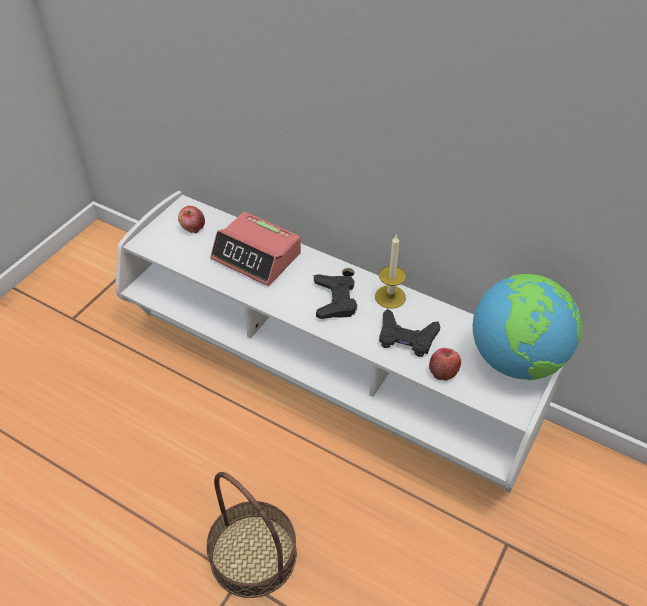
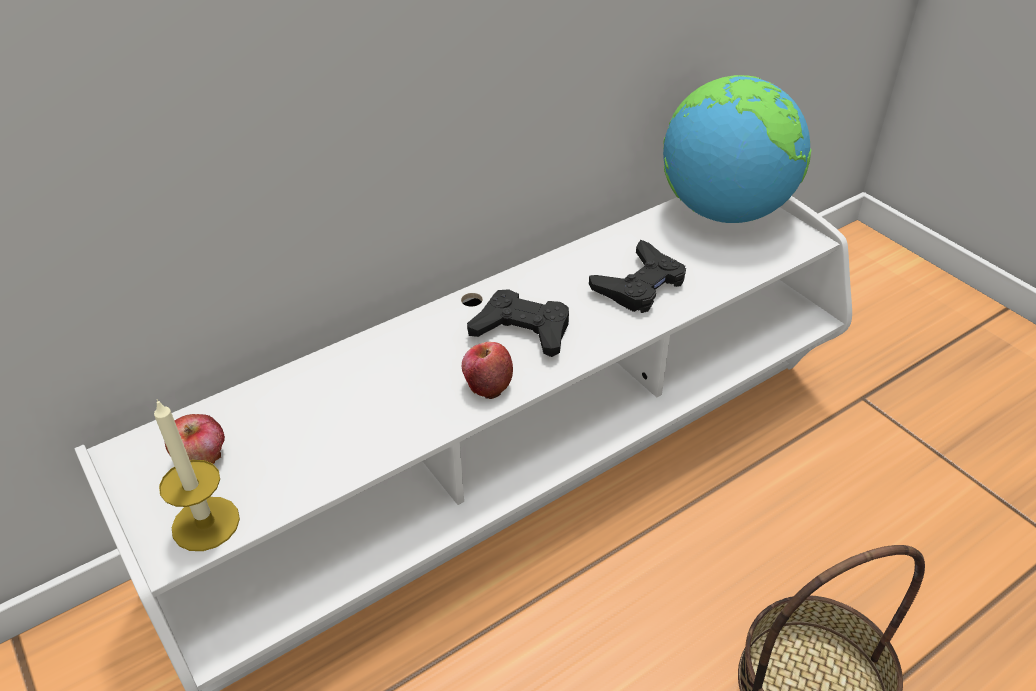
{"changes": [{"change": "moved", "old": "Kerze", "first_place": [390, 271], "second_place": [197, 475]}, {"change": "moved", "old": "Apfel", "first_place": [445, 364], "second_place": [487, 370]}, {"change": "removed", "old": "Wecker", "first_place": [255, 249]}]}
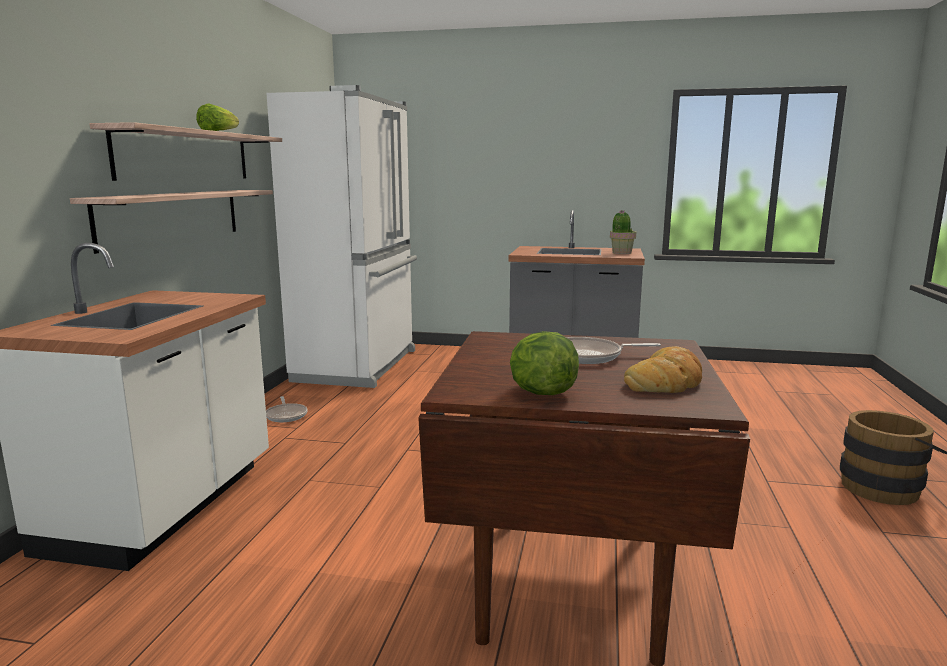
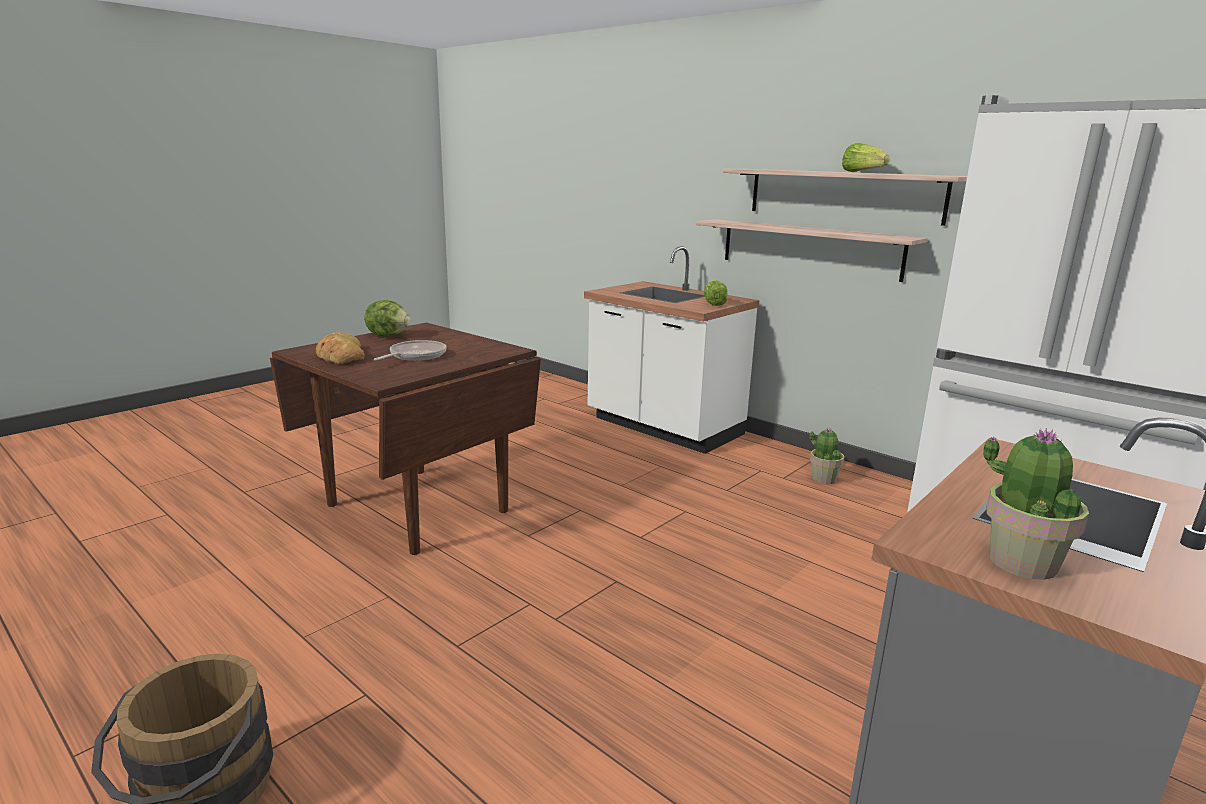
{"changes": [{"change": "added", "new": "Salatkopf", "second_place": [716, 293]}, {"change": "replaced", "old": "Pfanne", "new": "Topfpflanze", "first_place": [287, 409], "second_place": [826, 456]}]}
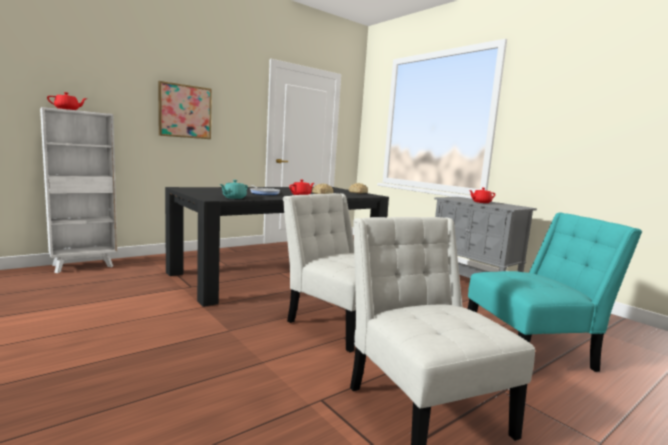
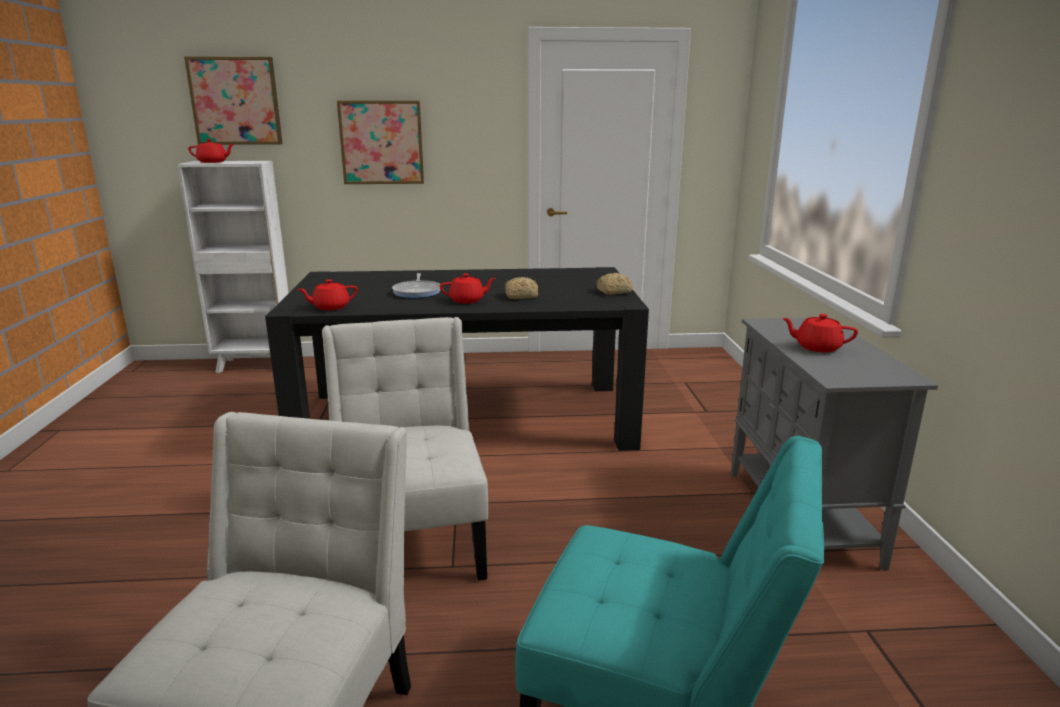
{"changes": [{"change": "added", "new": "Bild", "second_place": [233, 100]}, {"change": "recoloured", "old": "Teekanne/türkis", "new": "Teekanne/rot", "first_place": [234, 189], "second_place": [328, 295]}]}
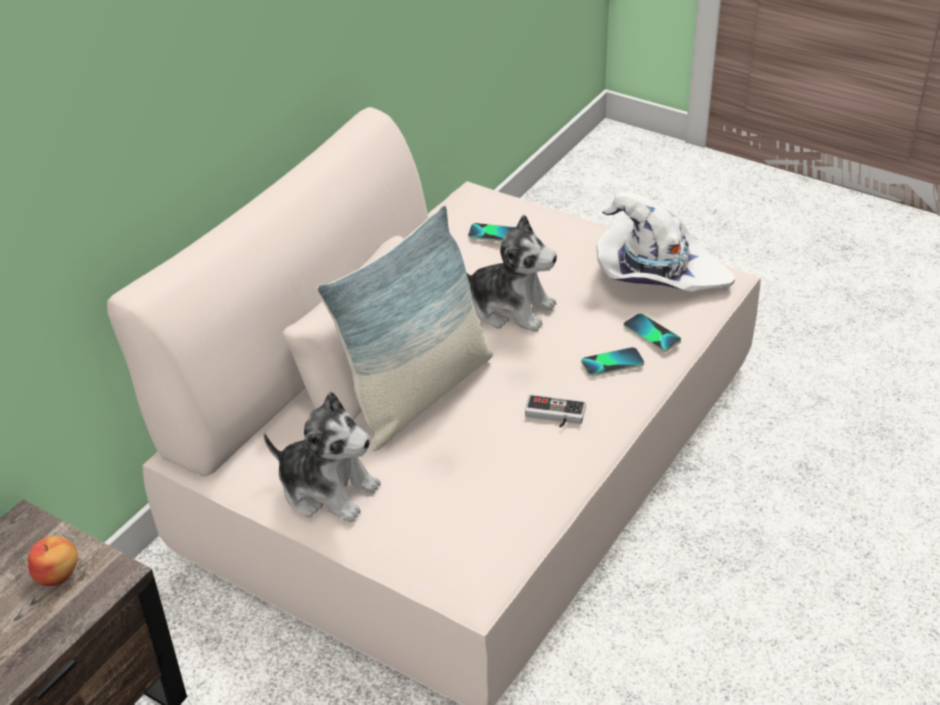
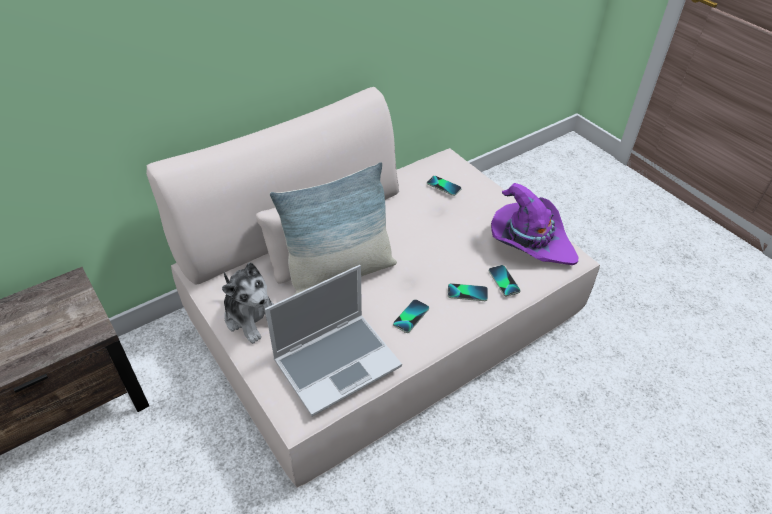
{"changes": [{"change": "added", "new": "Laptop", "second_place": [333, 341]}, {"change": "replaced", "old": "Gamepad", "new": "Handy", "first_place": [555, 411], "second_place": [411, 316]}, {"change": "recoloured", "old": "Hut/weiß", "new": "Hut/lila", "first_place": [666, 242], "second_place": [534, 224]}, {"change": "removed", "old": "Apfel", "first_place": [53, 561]}, {"change": "removed", "old": "Plüschtier", "first_place": [512, 273]}]}
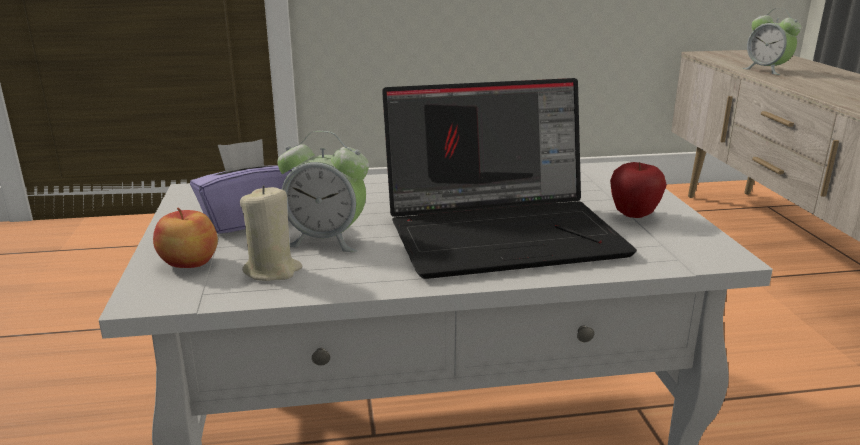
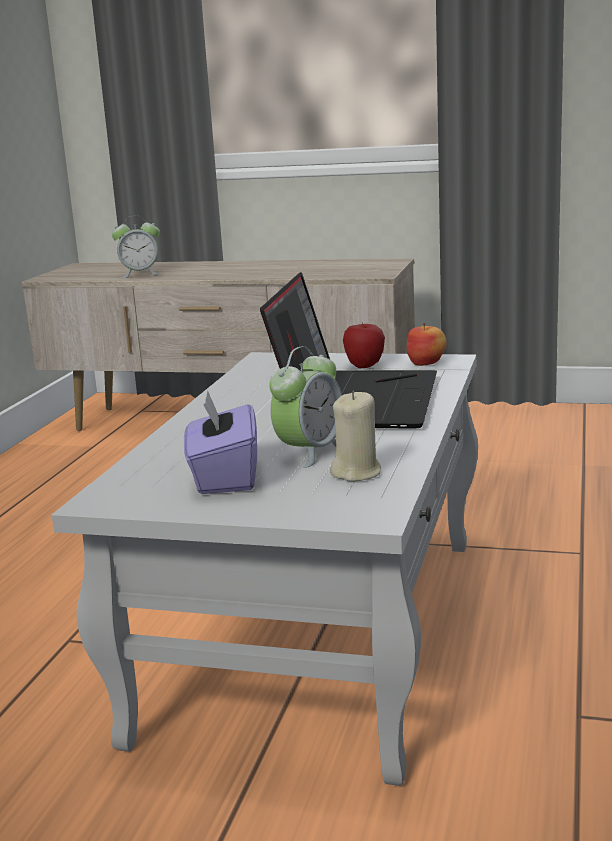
{"changes": [{"change": "moved", "old": "Apfel", "first_place": [185, 238], "second_place": [427, 344]}]}
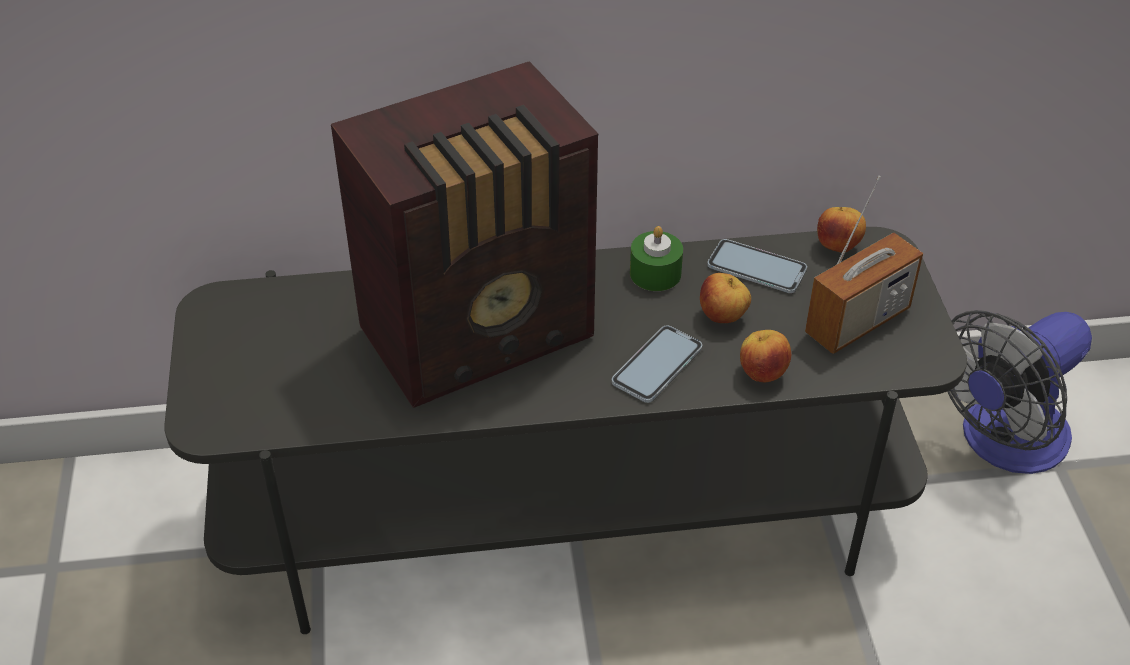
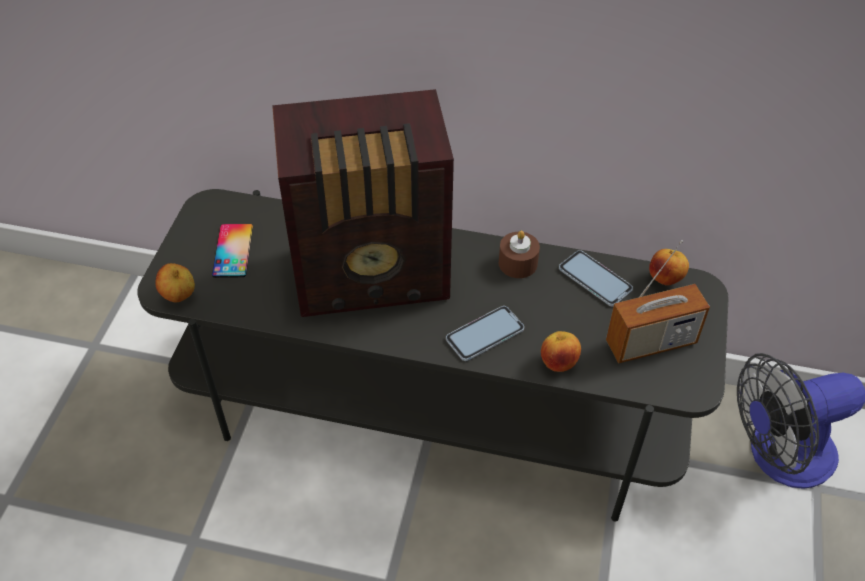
{"changes": [{"change": "moved", "old": "Apfel", "first_place": [725, 298], "second_place": [175, 282]}, {"change": "added", "new": "Handy", "second_place": [232, 251]}, {"change": "recoloured", "old": "Kerze/grün", "new": "Kerze/braun", "first_place": [656, 258], "second_place": [519, 254]}]}
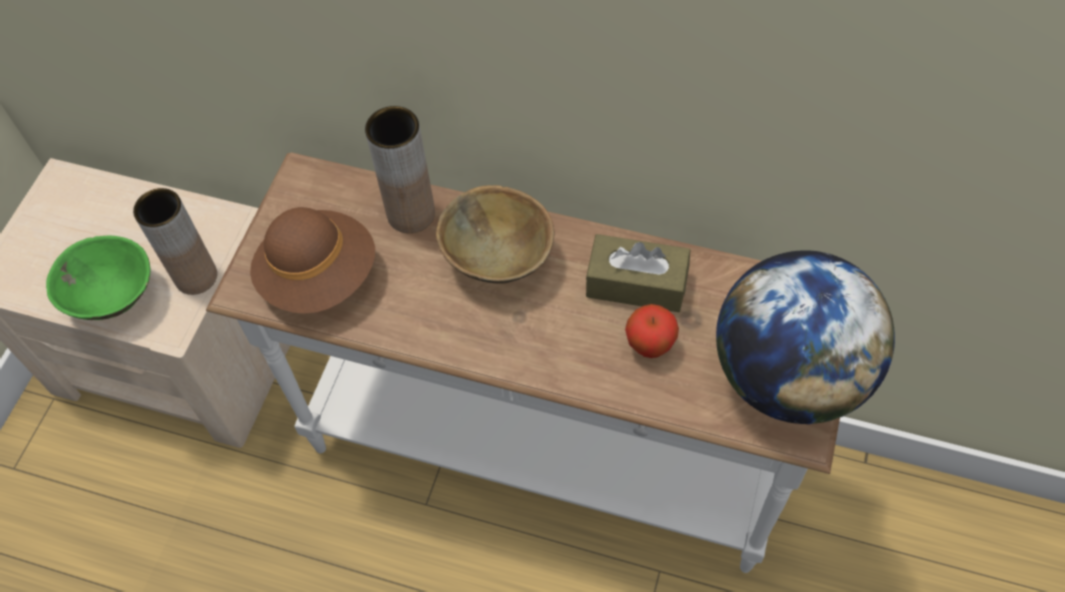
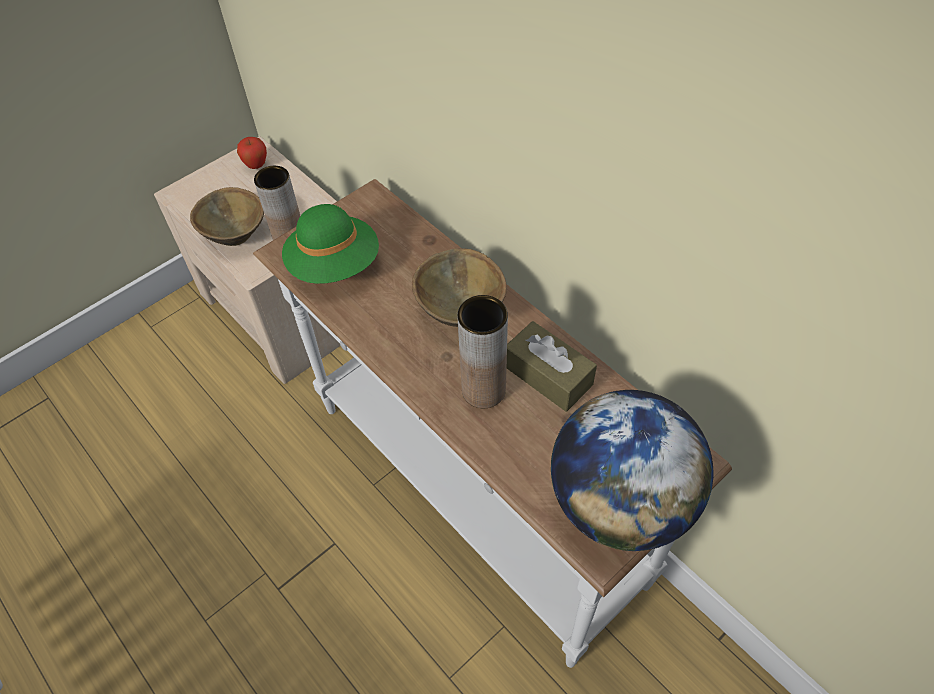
{"changes": [{"change": "recoloured", "old": "Schüssel/grün", "new": "Schüssel/braun", "first_place": [98, 278], "second_place": [227, 216]}, {"change": "moved", "old": "Apfel", "first_place": [652, 331], "second_place": [252, 153]}, {"change": "recoloured", "old": "Hut/braun", "new": "Hut/grün", "first_place": [312, 260], "second_place": [330, 244]}, {"change": "moved", "old": "Vase/braun", "first_place": [400, 169], "second_place": [482, 351]}]}
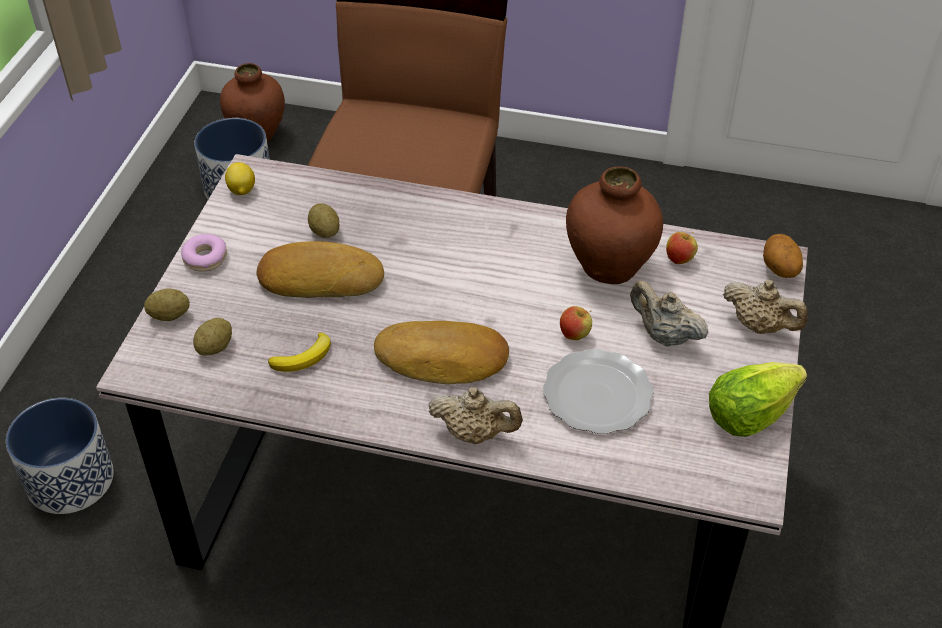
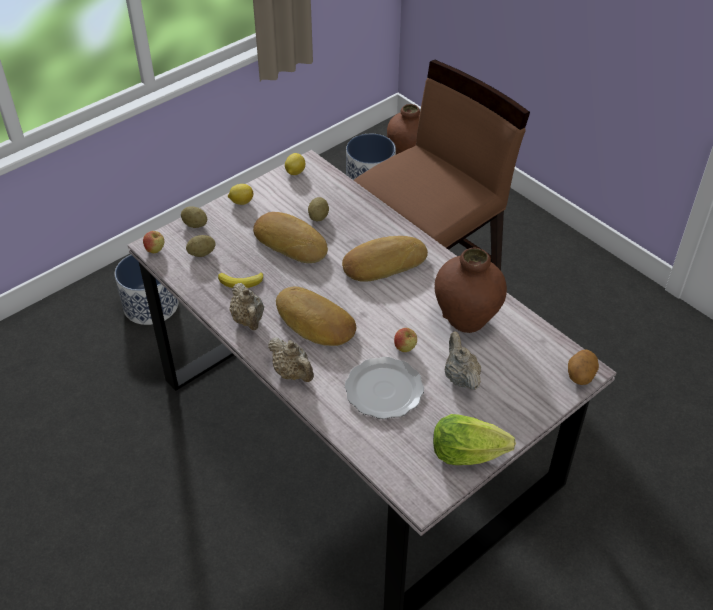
{"changes": [{"change": "moved", "old": "Apfel", "first_place": [682, 248], "second_place": [153, 242]}, {"change": "replaced", "old": "Donut", "new": "Zitrone", "first_place": [204, 253], "second_place": [240, 194]}, {"change": "moved", "old": "Teekanne/beige", "first_place": [765, 306], "second_place": [246, 306]}, {"change": "added", "new": "Brot", "second_place": [385, 259]}]}
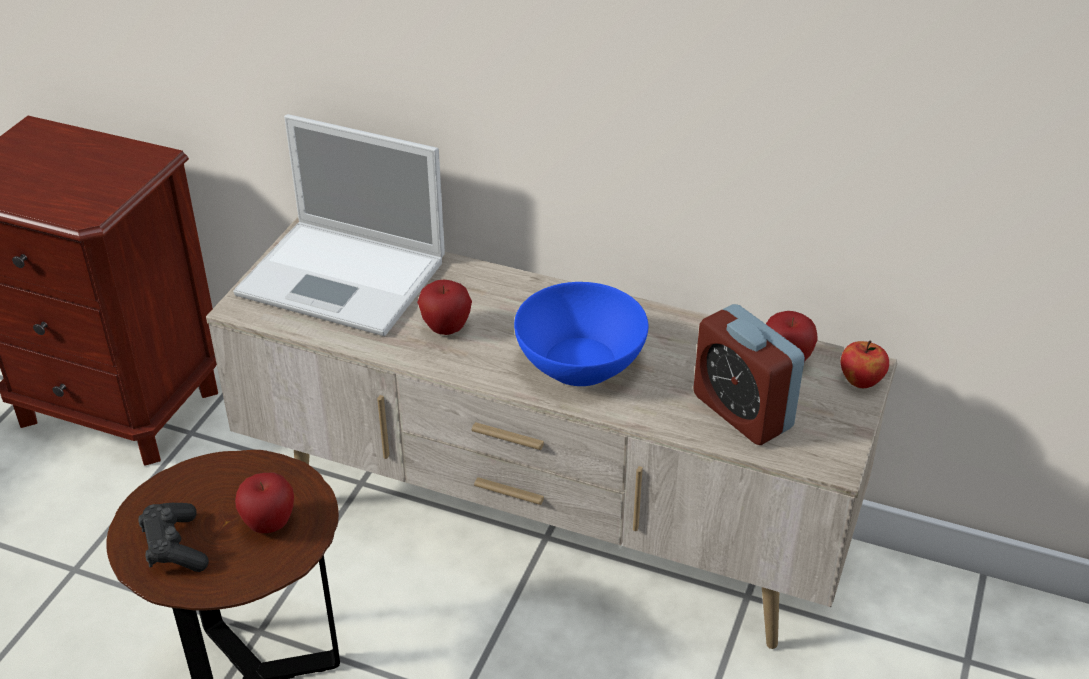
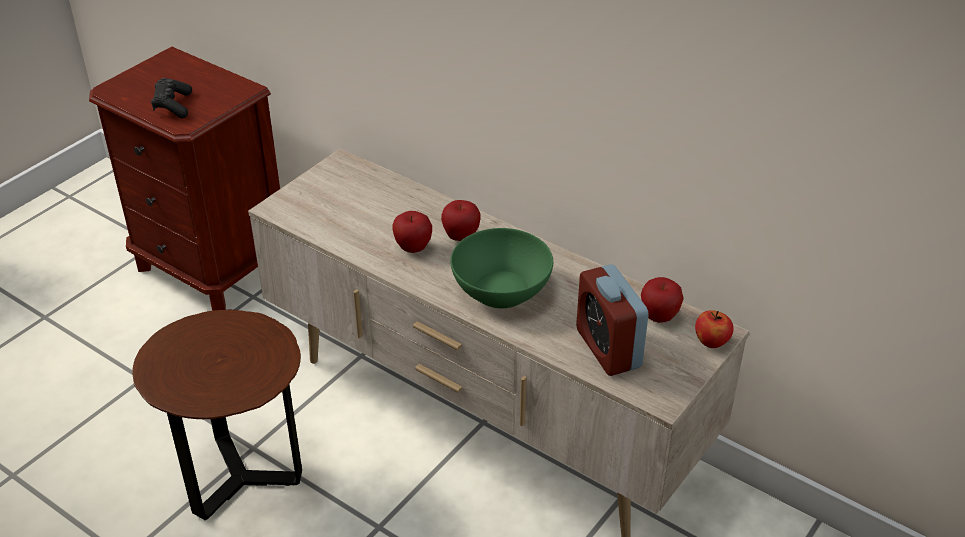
{"changes": [{"change": "moved", "old": "Gamepad/schwarz", "first_place": [174, 537], "second_place": [171, 98]}, {"change": "moved", "old": "Apfel", "first_place": [264, 503], "second_place": [461, 220]}, {"change": "recoloured", "old": "Schüssel/blau", "new": "Schüssel/grün", "first_place": [581, 334], "second_place": [502, 268]}, {"change": "removed", "old": "Laptop", "first_place": [339, 225]}]}
